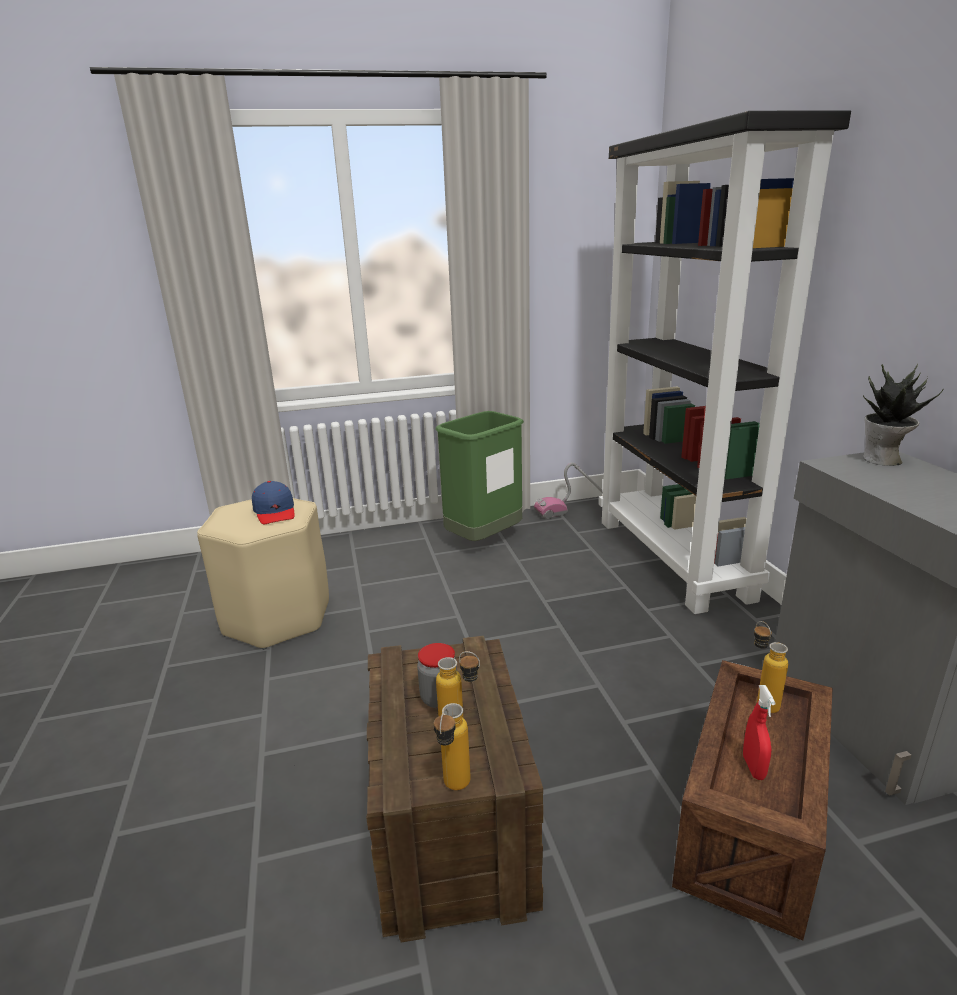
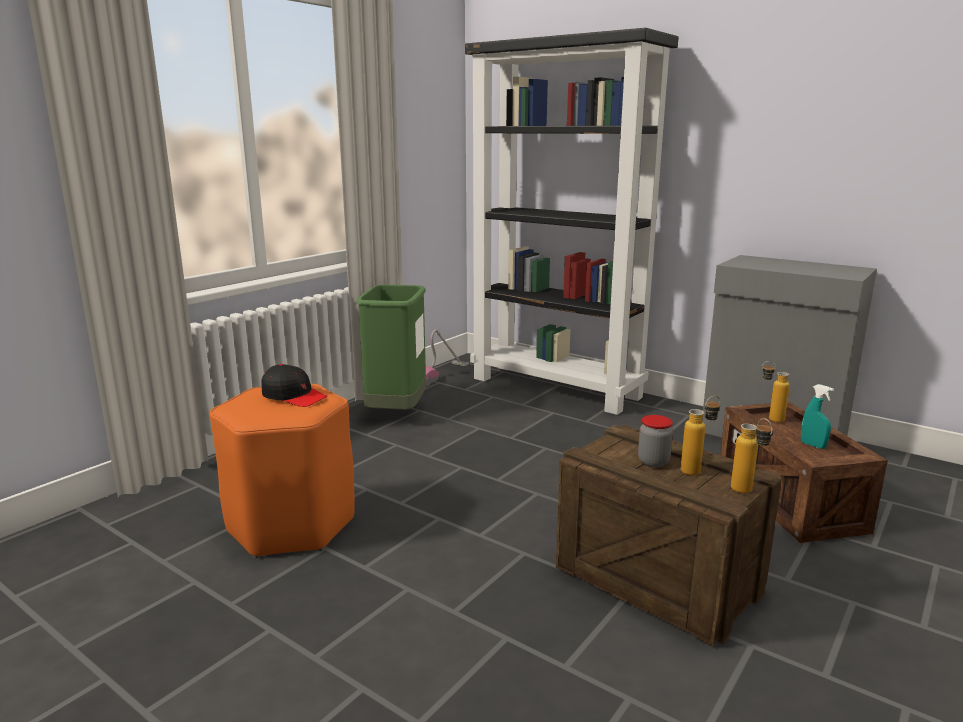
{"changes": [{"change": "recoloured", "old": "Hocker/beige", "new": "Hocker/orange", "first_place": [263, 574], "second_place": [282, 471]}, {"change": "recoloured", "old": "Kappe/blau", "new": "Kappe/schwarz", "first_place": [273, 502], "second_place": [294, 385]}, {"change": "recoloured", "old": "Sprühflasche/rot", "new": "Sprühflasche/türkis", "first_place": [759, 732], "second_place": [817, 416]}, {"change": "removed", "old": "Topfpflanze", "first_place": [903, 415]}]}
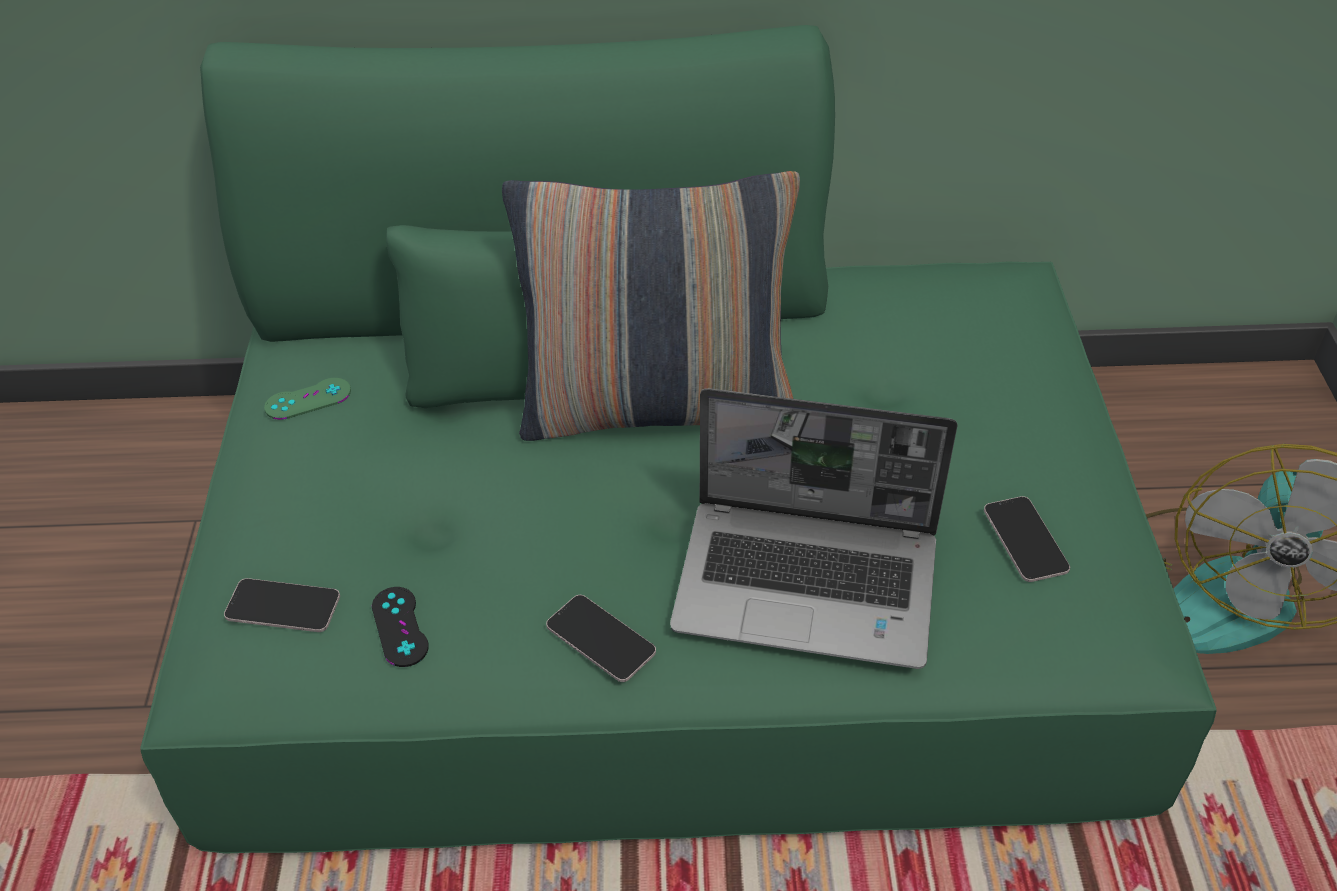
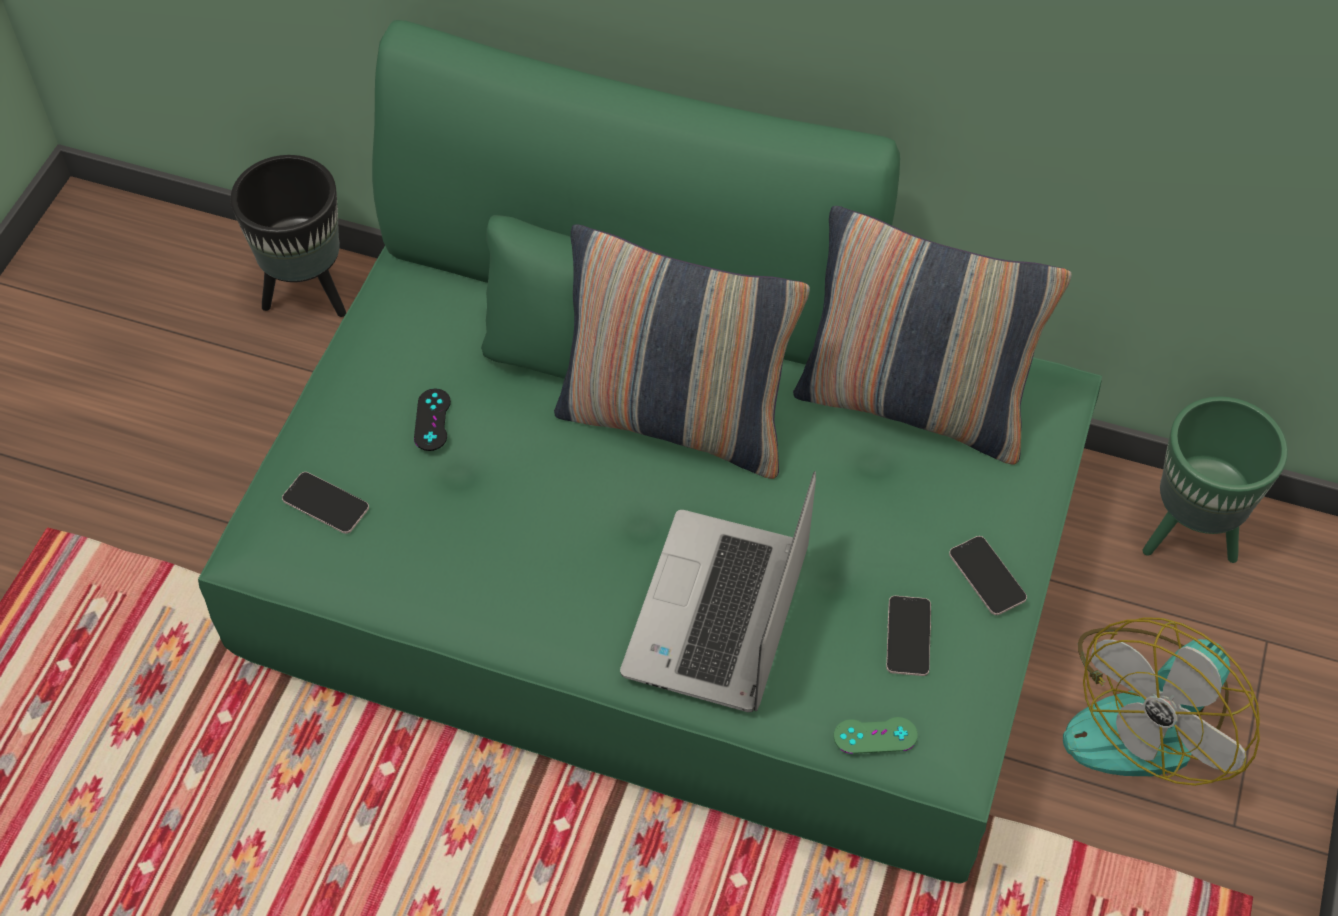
{"changes": [{"change": "added", "new": "Pflanzkübel/schwarz", "second_place": [288, 236]}, {"change": "moved", "old": "Gamepad/schwarz", "first_place": [400, 627], "second_place": [432, 419]}, {"change": "turned", "old": "Laptop", "first_place": [814, 528], "second_place": [718, 591], "degrees": 75}, {"change": "added", "new": "Kissen", "second_place": [932, 335]}, {"change": "moved", "old": "Gamepad/grün", "first_place": [307, 399], "second_place": [876, 735]}, {"change": "moved", "old": "Handy", "first_place": [601, 638], "second_place": [988, 575]}, {"change": "added", "new": "Pflanzkübel/grün", "second_place": [1215, 479]}]}
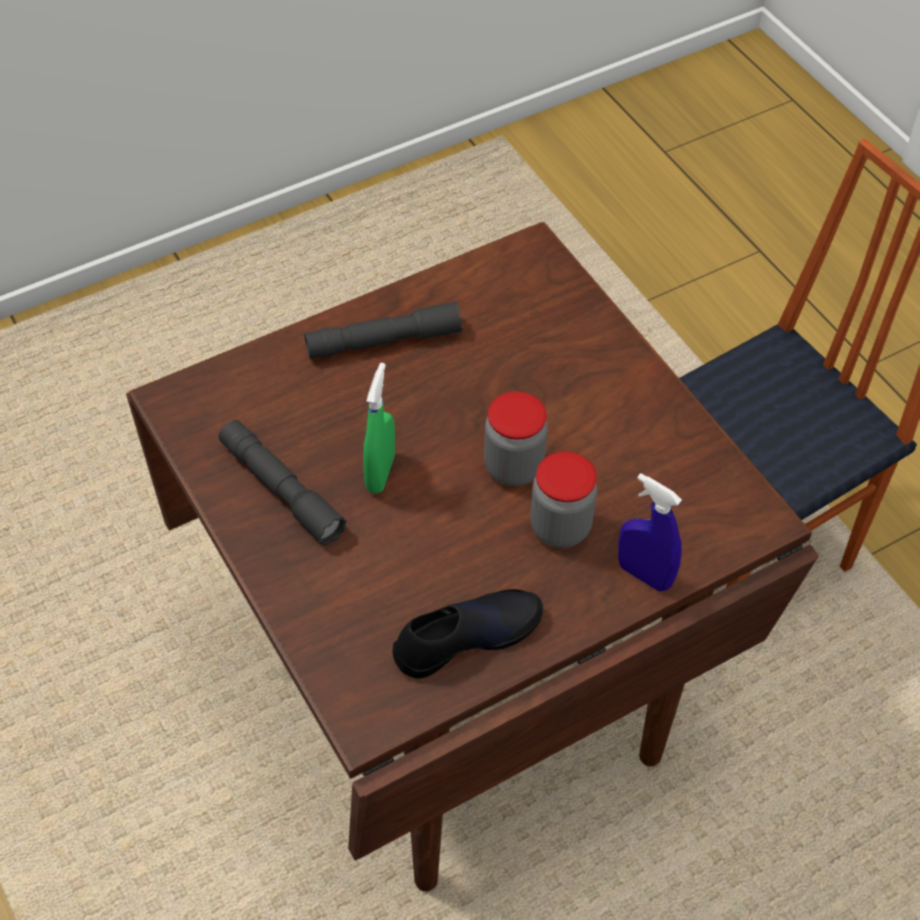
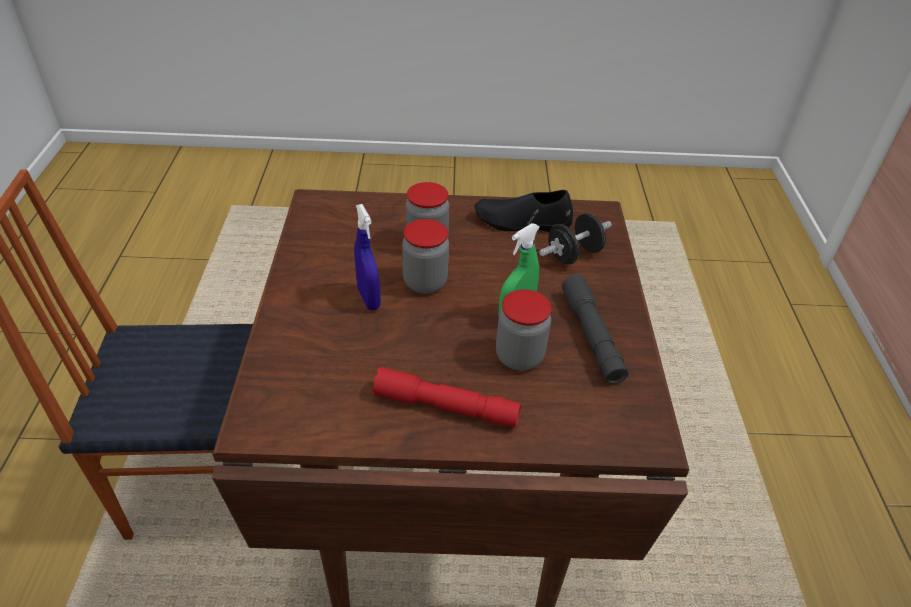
{"changes": [{"change": "moved", "old": "Sprühflasche/blau", "first_place": [650, 532], "second_place": [368, 257]}, {"change": "recoloured", "old": "Taschenlampe/grau", "new": "Taschenlampe/rot", "first_place": [384, 330], "second_place": [446, 397]}, {"change": "added", "new": "Vorratsglas", "second_place": [523, 330]}, {"change": "added", "new": "Hantel/schwarz", "second_place": [575, 239]}]}
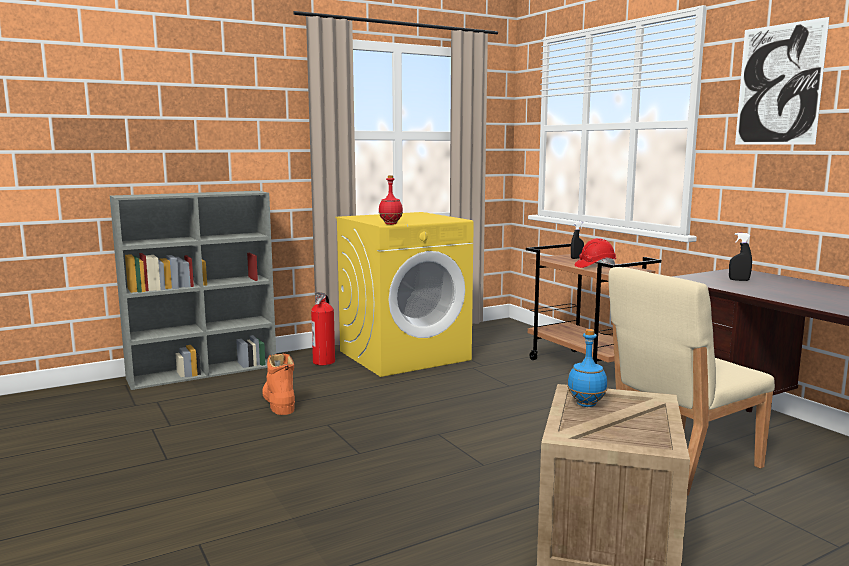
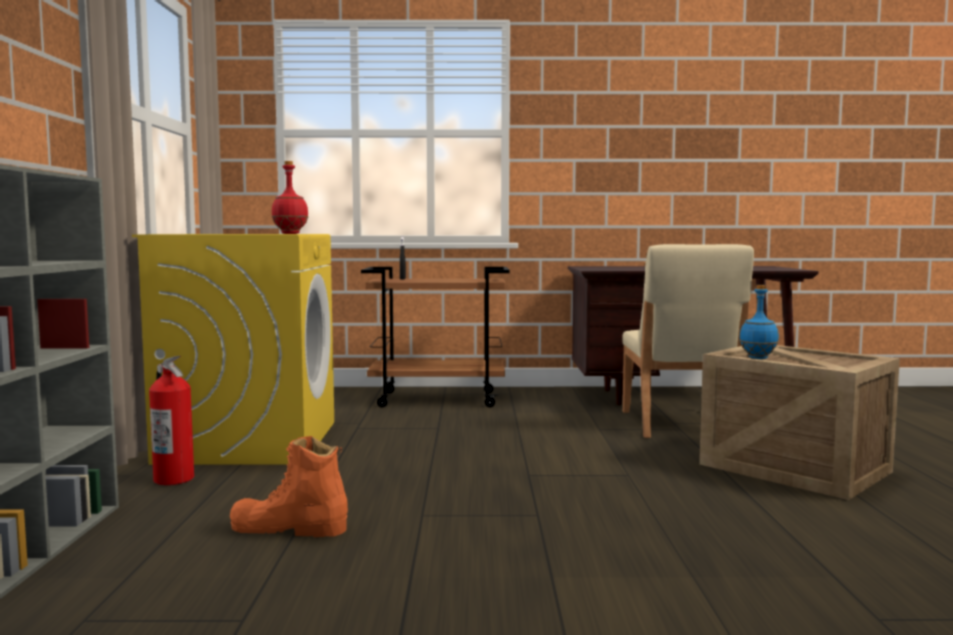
{"changes": [{"change": "removed", "old": "Schutzhelm/rot", "first_place": [595, 253]}, {"change": "removed", "old": "Sprühflasche/schwarz", "first_place": [740, 257]}, {"change": "removed", "old": "Bild", "first_place": [782, 81]}]}
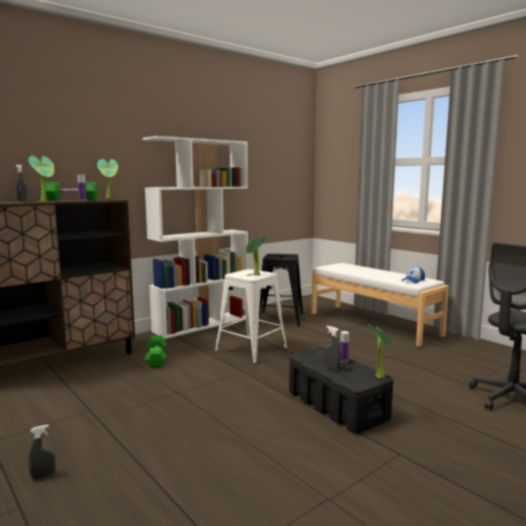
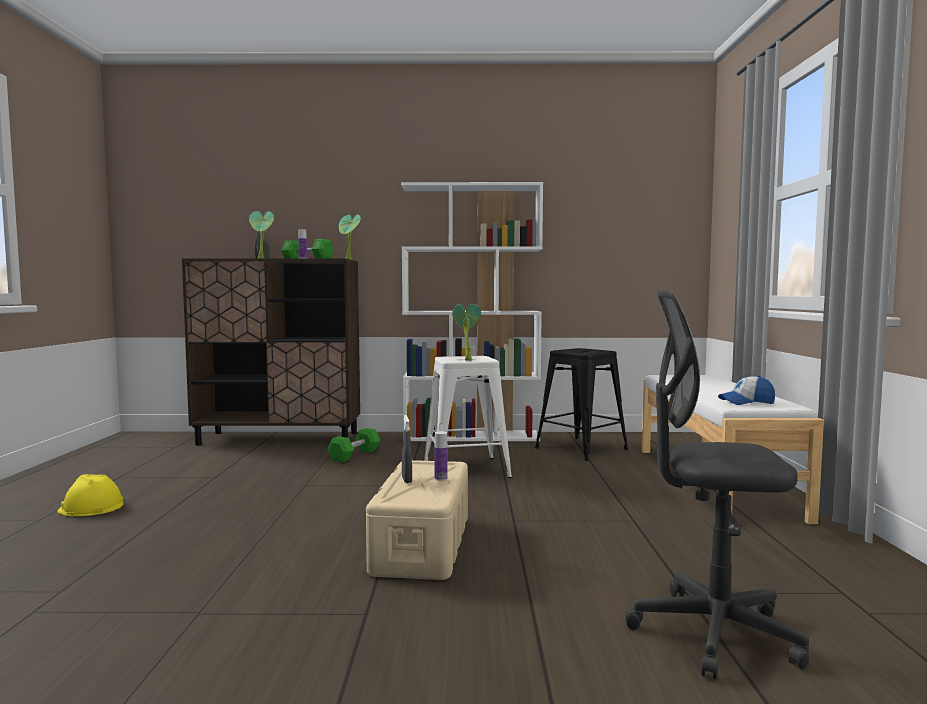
{"changes": [{"change": "replaced", "old": "Sprühflasche/grau", "new": "Schutzhelm/gelb", "first_place": [42, 451], "second_place": [90, 495]}, {"change": "recoloured", "old": "Aufbewahrungsbox/schwarz", "new": "Aufbewahrungsbox/beige", "first_place": [341, 390], "second_place": [417, 520]}, {"change": "removed", "old": "Topfpflanze", "first_place": [381, 351]}]}
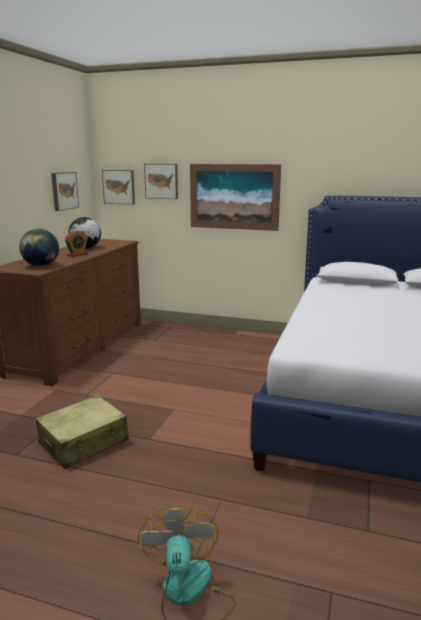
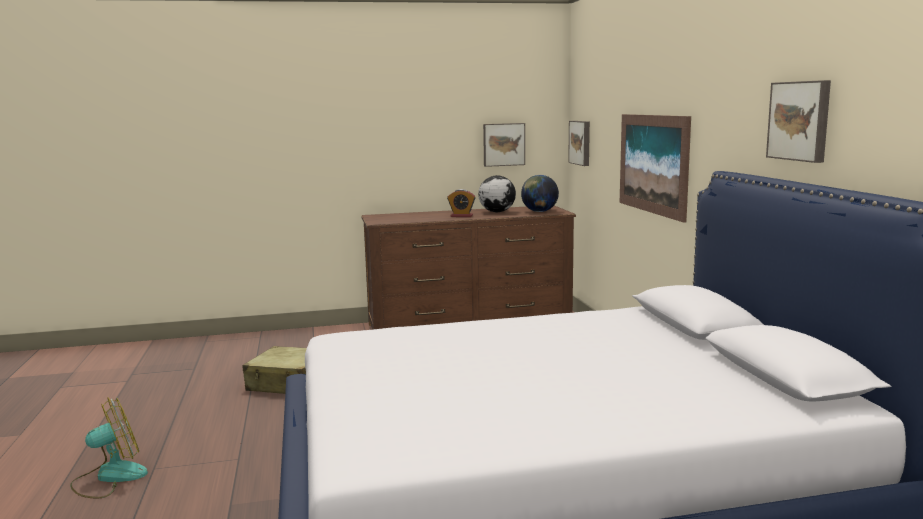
{"changes": [{"change": "moved", "old": "Globus", "first_place": [39, 247], "second_place": [540, 193]}, {"change": "moved", "old": "Bild", "first_place": [161, 181], "second_place": [798, 121]}]}
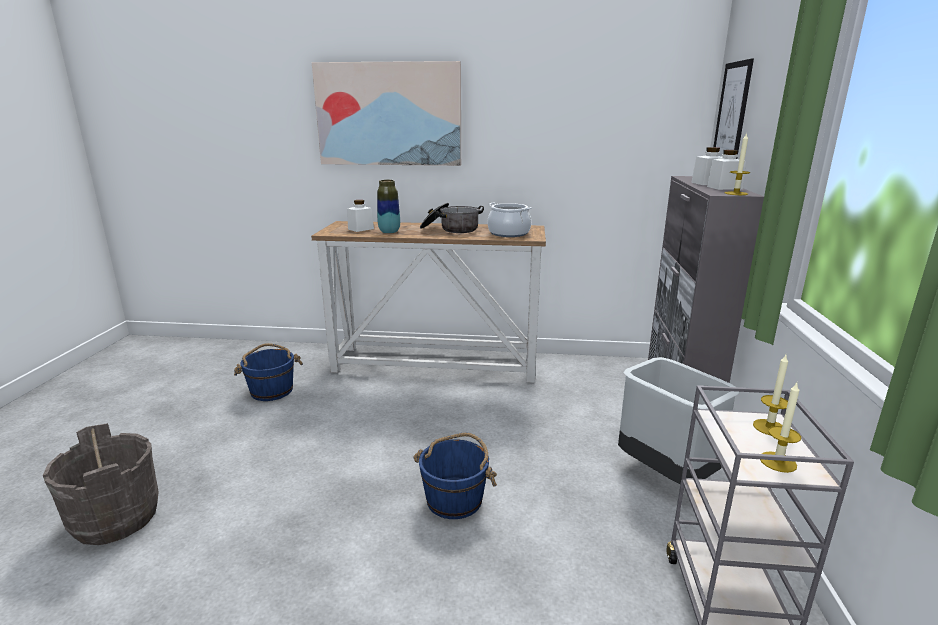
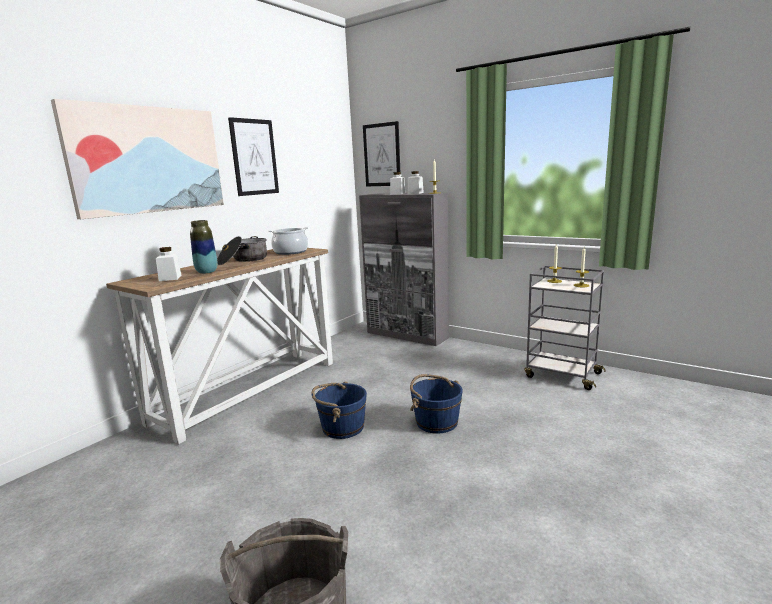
{"changes": [{"change": "added", "new": "Bild", "second_place": [253, 156]}, {"change": "moved", "old": "Eimer/blau", "first_place": [268, 372], "second_place": [339, 410]}, {"change": "removed", "old": "Mülleimer/grau", "first_place": [678, 420]}]}
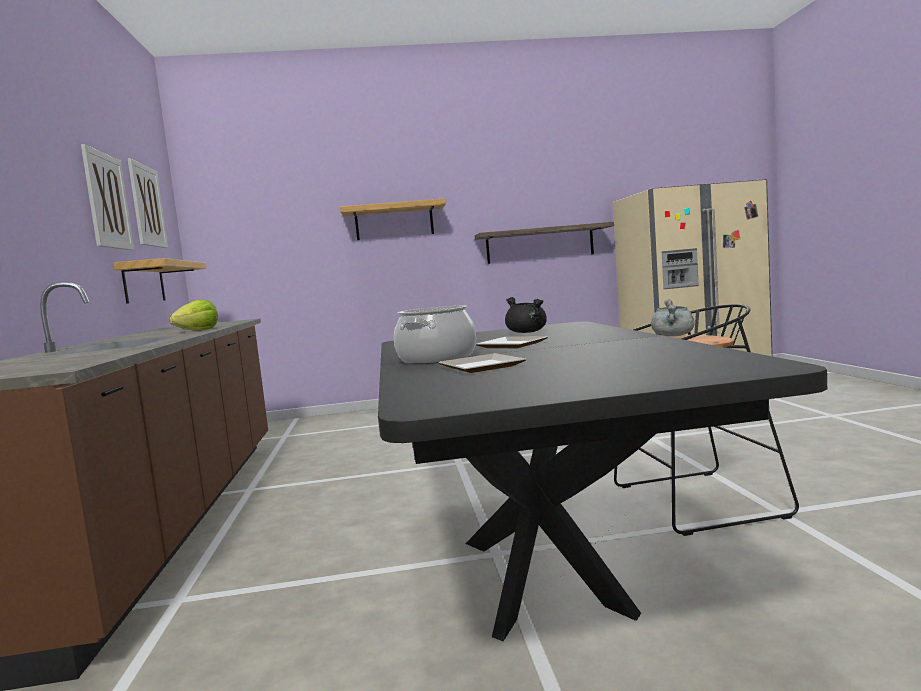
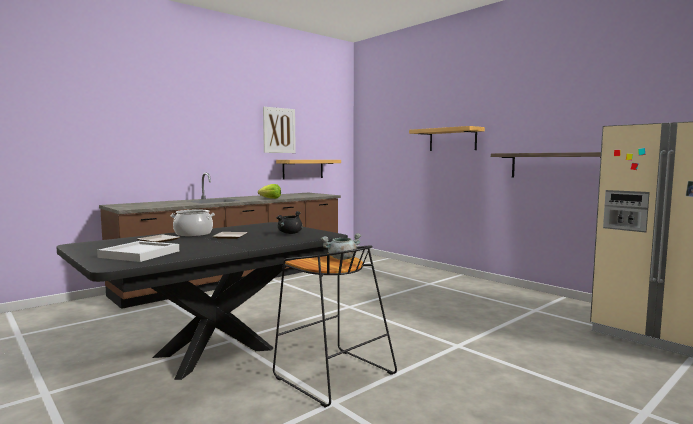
{"changes": [{"change": "added", "new": "Tablett/weiß", "second_place": [138, 251]}, {"change": "removed", "old": "Bild", "first_place": [148, 203]}]}
